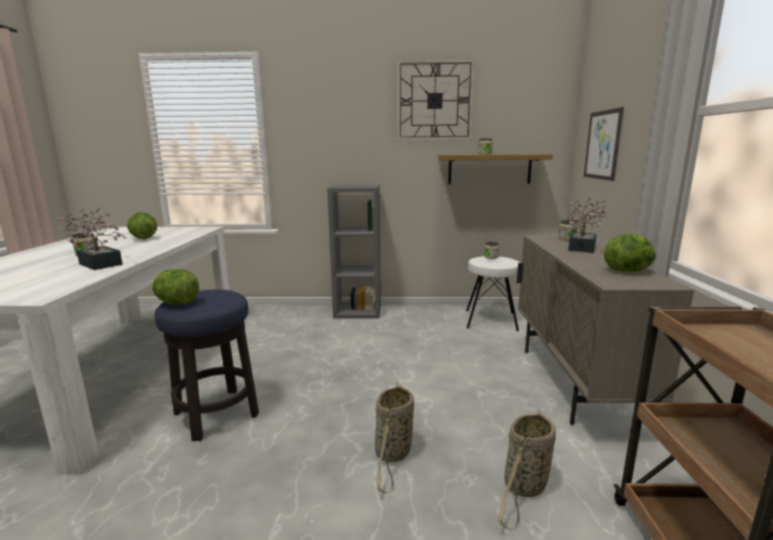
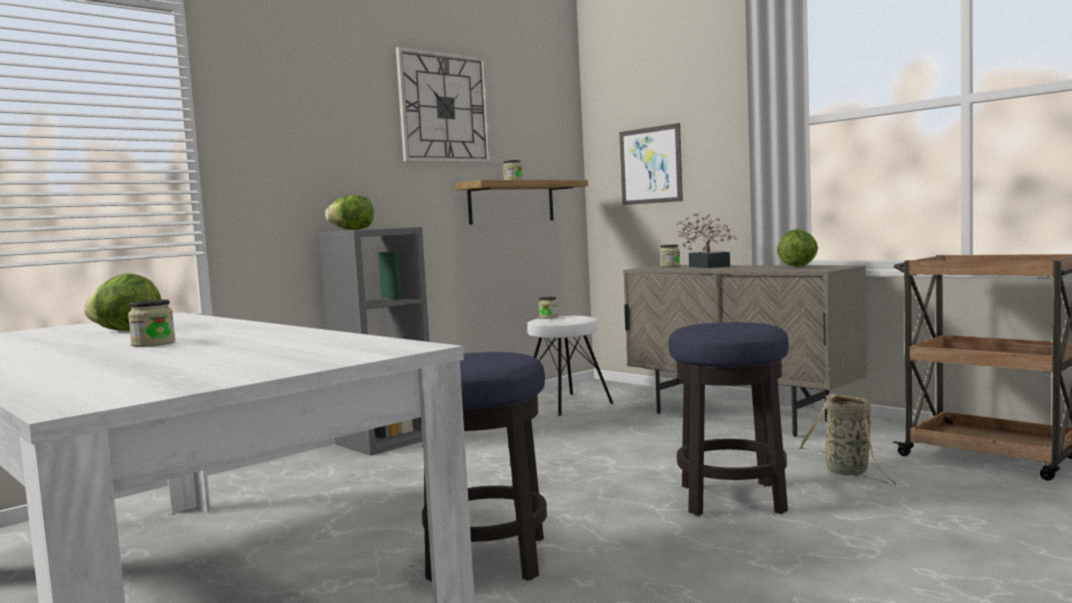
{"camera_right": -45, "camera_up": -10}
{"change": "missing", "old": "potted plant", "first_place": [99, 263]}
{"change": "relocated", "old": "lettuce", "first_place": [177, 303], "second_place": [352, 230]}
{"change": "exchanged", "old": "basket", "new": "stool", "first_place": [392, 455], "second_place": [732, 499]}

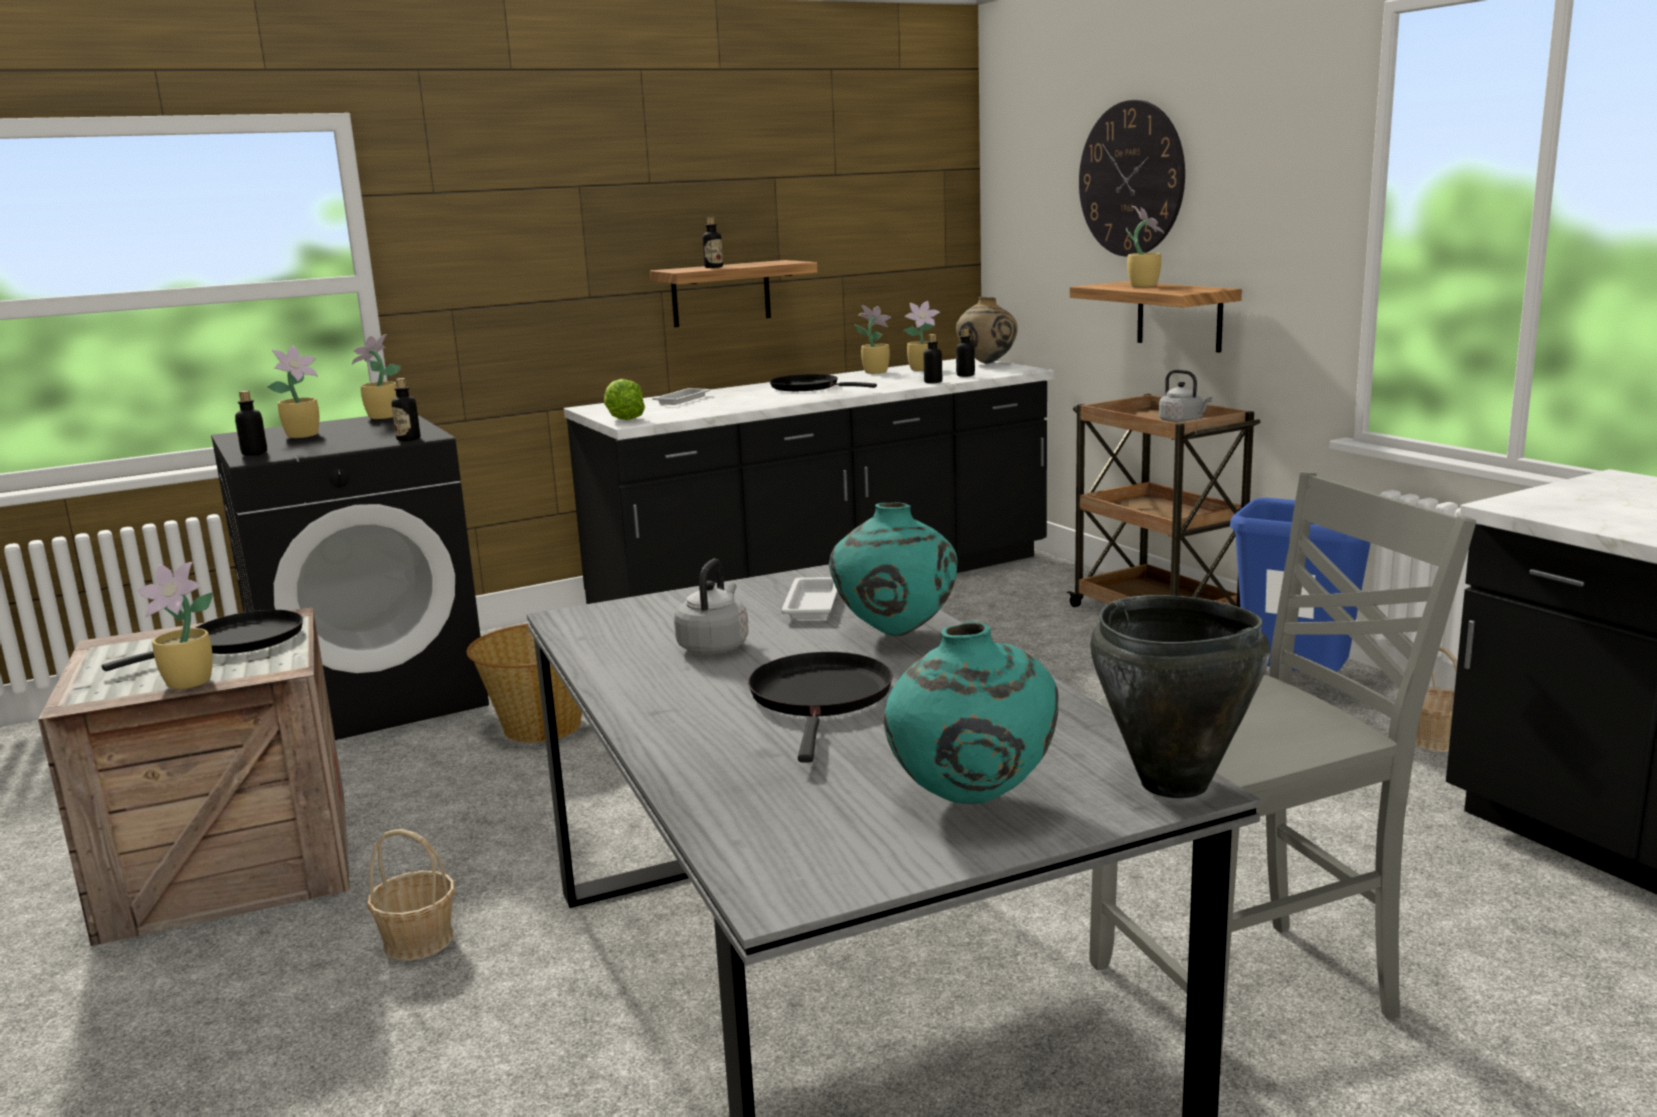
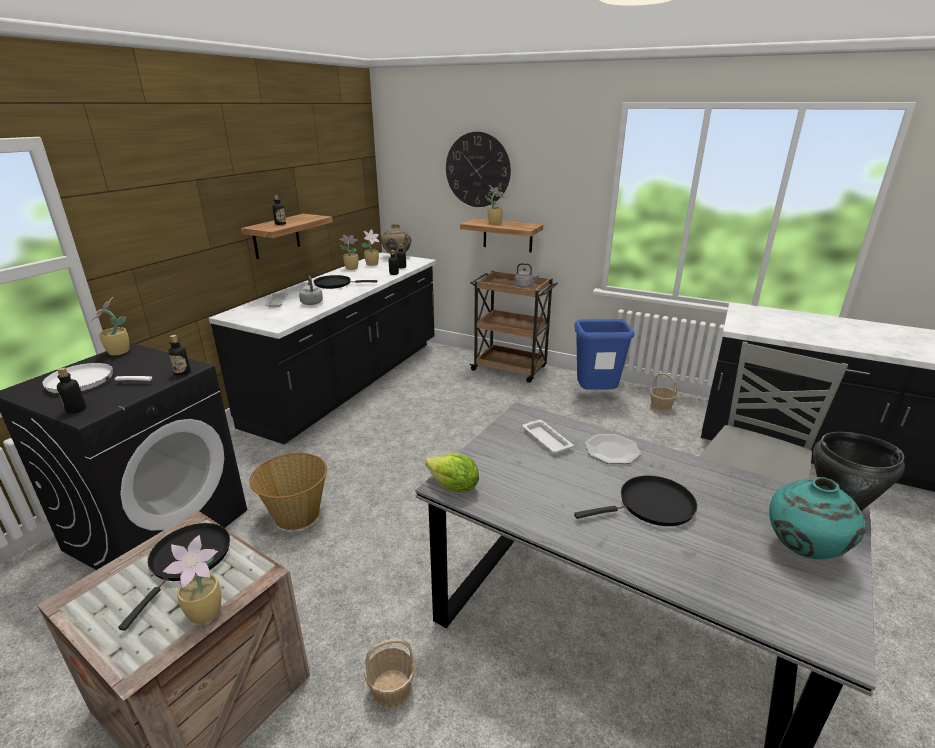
{"camera_right": -35, "camera_up": 10}
{"change": "exchanged", "old": "potted plant", "new": "white frying pan", "first_place": [304, 435], "second_place": [85, 382]}
{"change": "relocated", "old": "lettuce", "first_place": [624, 420], "second_place": [453, 487]}
{"change": "exchanged", "old": "turquoise vase", "new": "plate", "first_place": [894, 634], "second_place": [611, 450]}
{"change": "relocated", "old": "grey kettle", "first_place": [714, 646], "second_place": [311, 302]}
{"change": "spun", "old": "black frying pan", "first_place": [821, 698], "second_place": [651, 506], "degrees": 105}

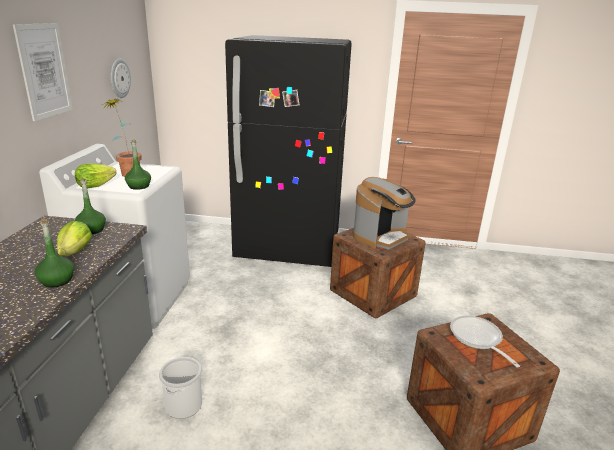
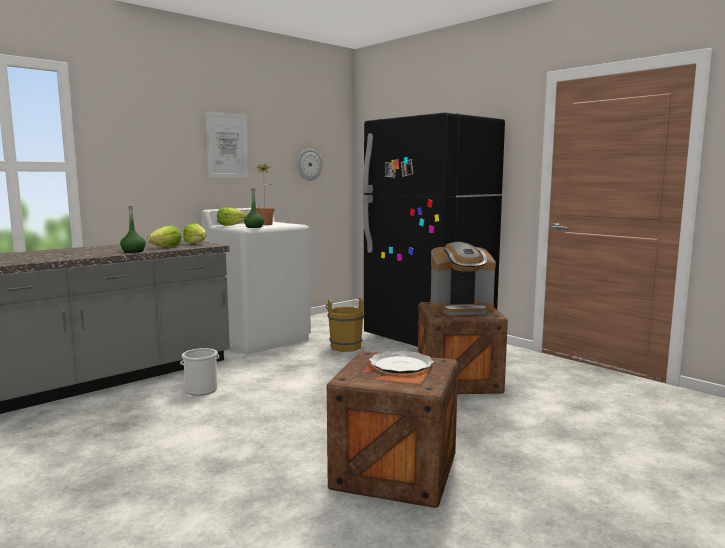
{"camera_right": 40, "camera_up": -15}
{"change": "exchanged", "old": "green bottle", "new": "lettuce", "first_place": [91, 230], "second_place": [196, 243]}
{"change": "exchanged", "old": "frying pan", "new": "plate", "first_place": [477, 339], "second_place": [400, 365]}
{"change": "appeared", "new": "brown bucket", "second_place": [345, 346]}

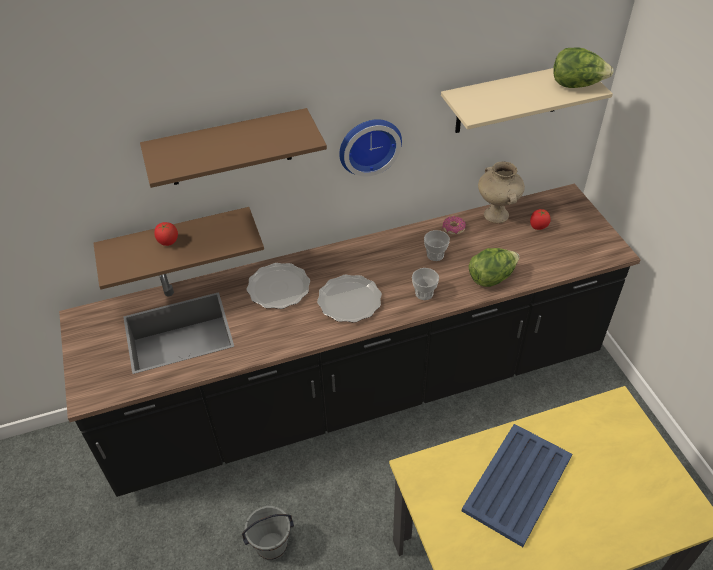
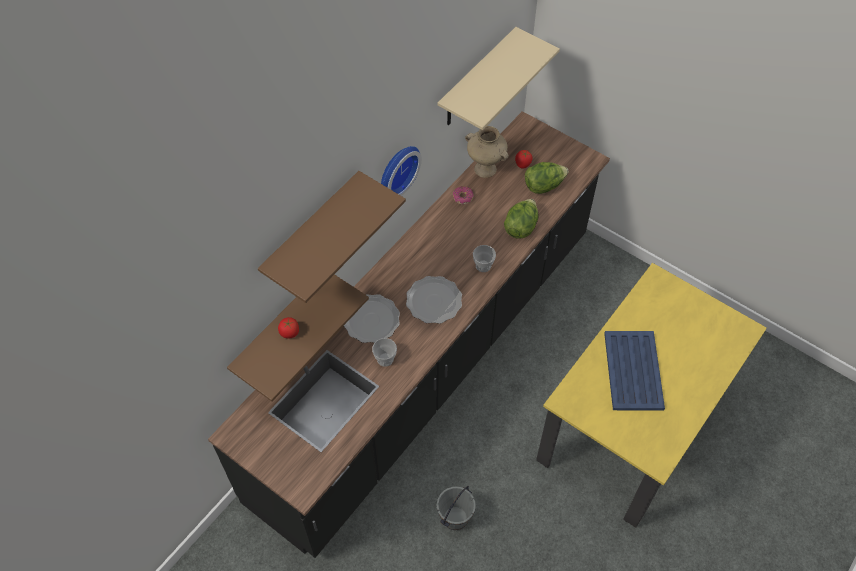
{"camera_right": -35, "camera_up": 10}
{"change": "relocated", "old": "lettuce", "first_place": [576, 85], "second_place": [544, 186]}
{"change": "relocated", "old": "cup", "first_place": [435, 255], "second_place": [385, 359]}

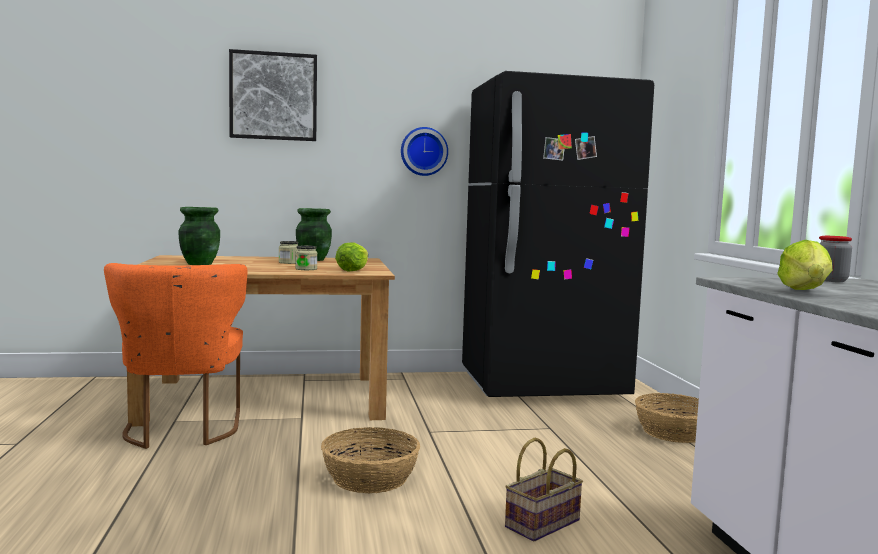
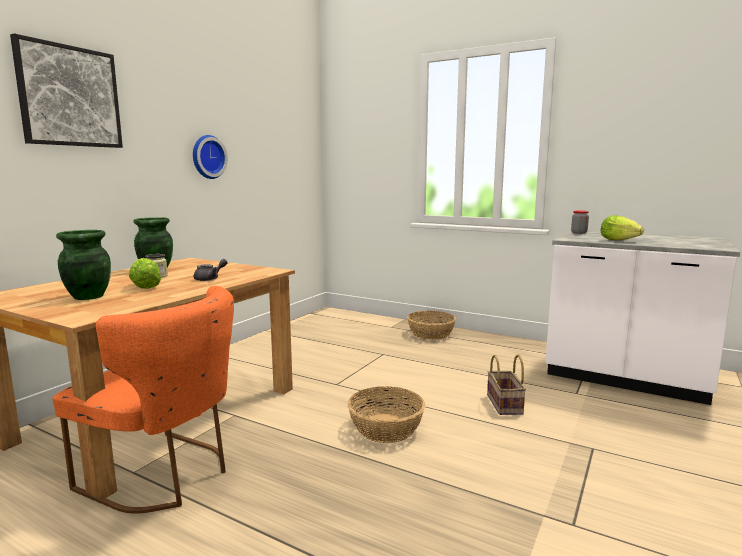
{"camera_right": -50, "camera_up": 5}
{"change": "missing", "old": "black fridge", "first_place": [542, 386]}
{"change": "relocated", "old": "lettuce", "first_place": [352, 270], "second_place": [145, 286]}
{"change": "exchanged", "old": "jar", "new": "grey teapot", "first_place": [306, 269], "second_place": [210, 279]}

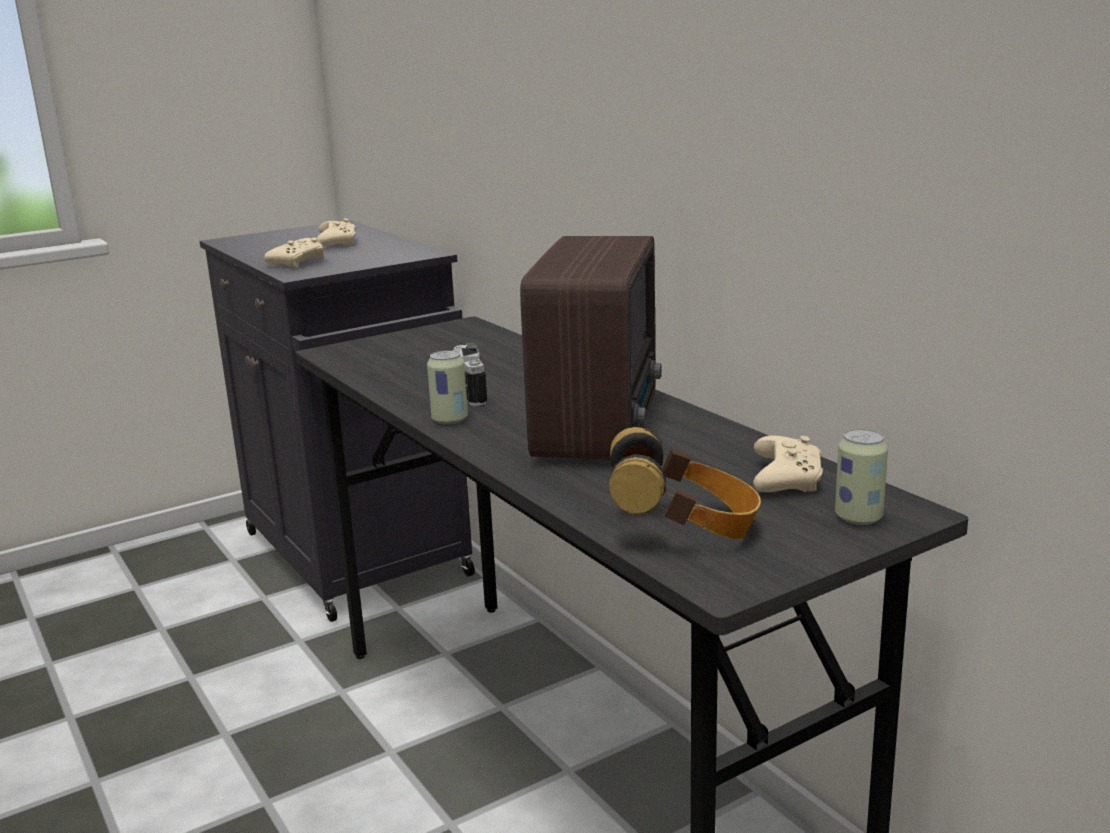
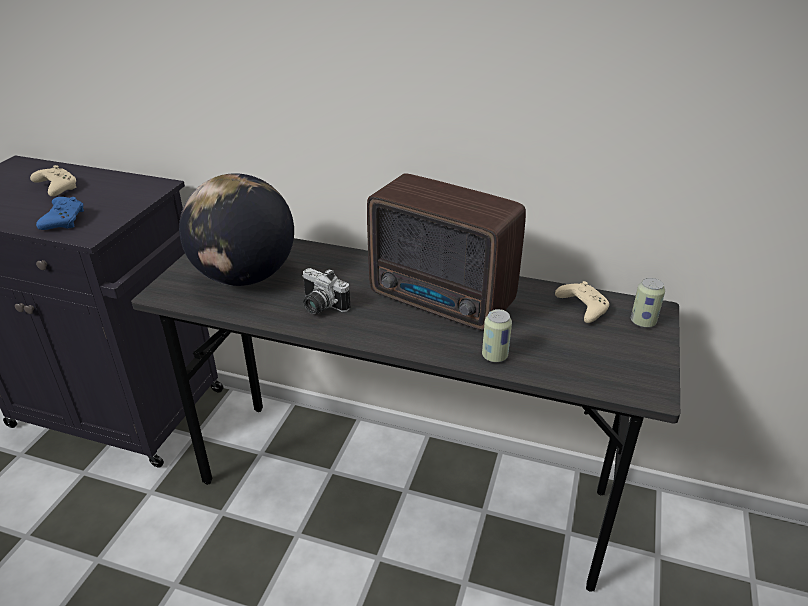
{"camera_right": -40, "camera_up": 15}
{"change": "spun", "old": "radio", "first_place": [602, 426], "second_place": [443, 302], "degrees": 150}
{"change": "colour", "old": "beige game controller", "new": "blue game controller", "first_place": [299, 262], "second_place": [64, 220]}
{"change": "relocated", "old": "can", "first_place": [449, 419], "second_place": [494, 356]}
{"change": "missing", "old": "headphones", "first_place": [685, 530]}
{"change": "appeared", "new": "globe", "second_place": [245, 276]}

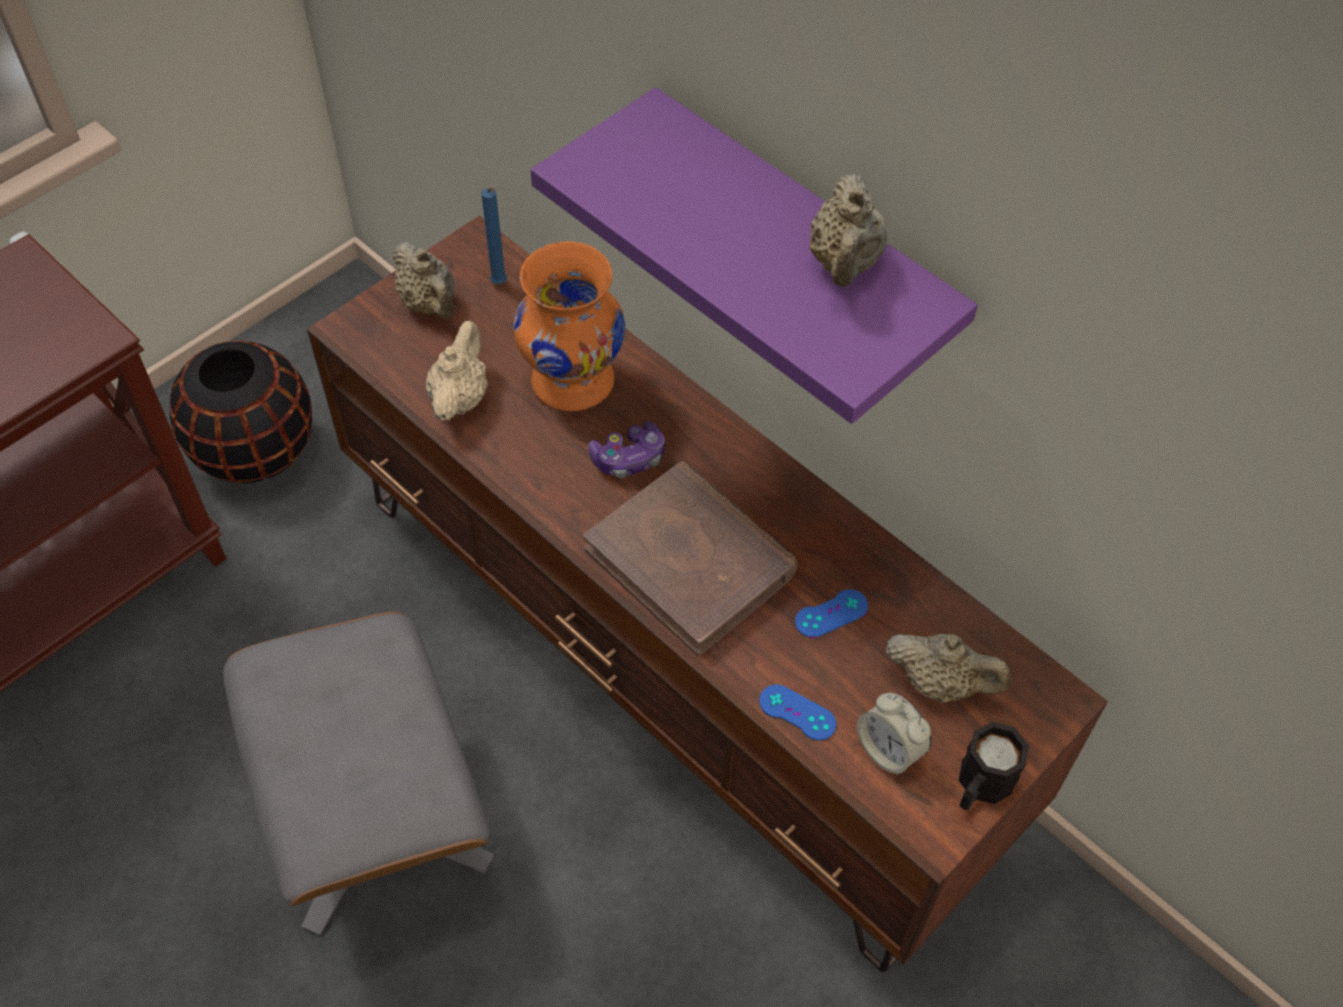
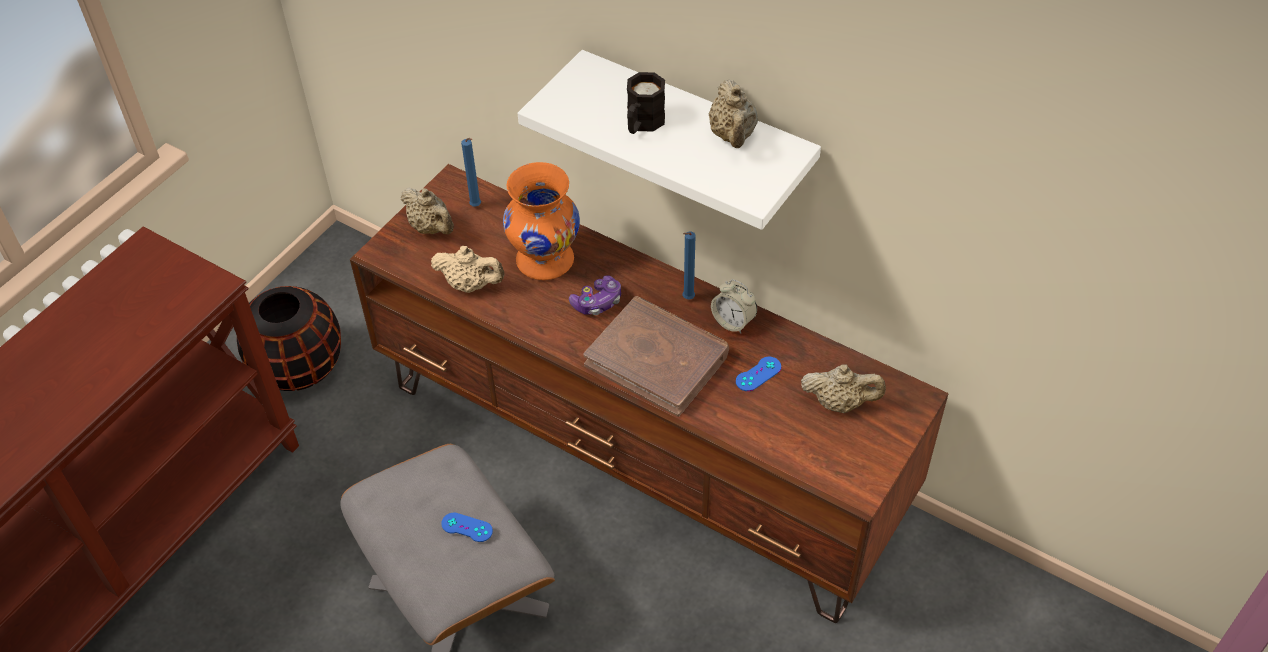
{"camera_right": -10, "camera_up": -5}
{"change": "colour", "old": "purple shelf", "new": "white shelf", "first_place": [801, 242], "second_place": [696, 132]}
{"change": "spun", "old": "beige teapot", "first_place": [460, 398], "second_place": [470, 285], "degrees": 105}
{"change": "relocated", "old": "blue game controller", "first_place": [797, 712], "second_place": [467, 527]}
{"change": "relocated", "old": "alarm clock", "first_place": [889, 750], "second_place": [733, 322]}
{"change": "relocated", "old": "black mug", "first_place": [980, 786], "second_place": [642, 124]}
{"change": "appeared", "new": "blue candle", "second_place": [687, 299]}

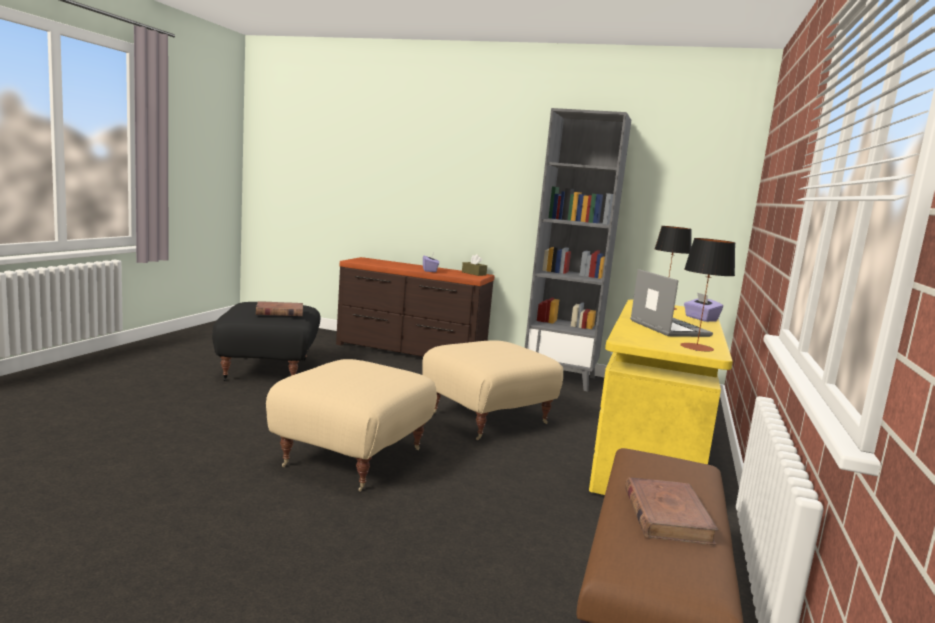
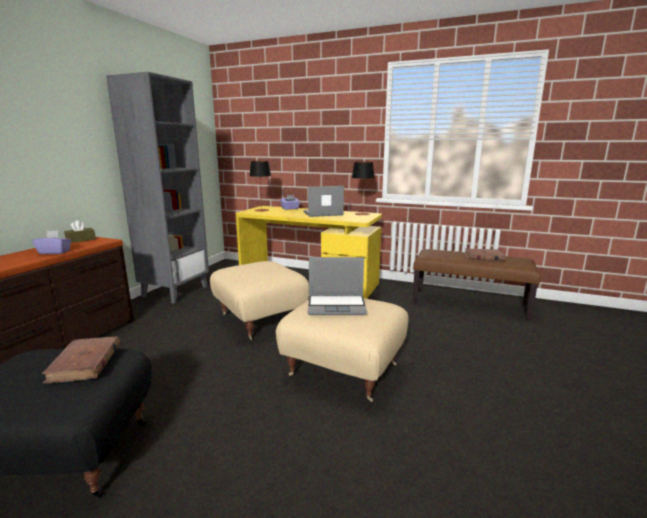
{"camera_right": -85, "camera_up": 5}
{"change": "appeared", "new": "laptop", "second_place": [337, 306]}

